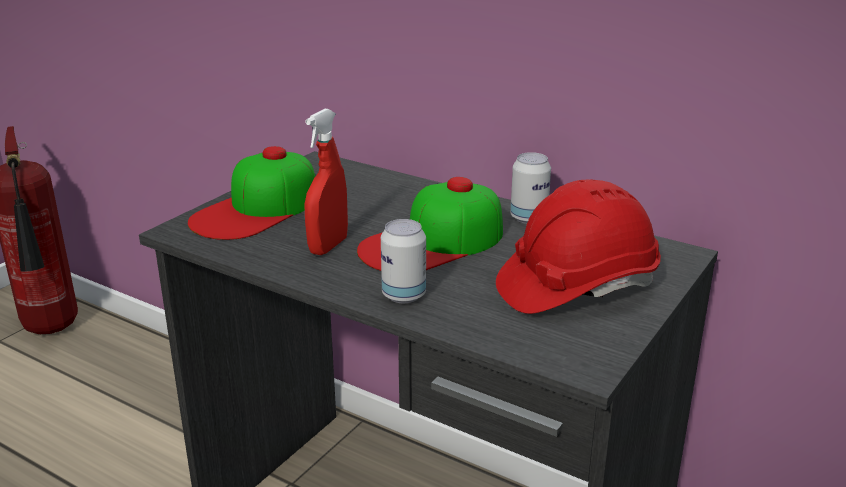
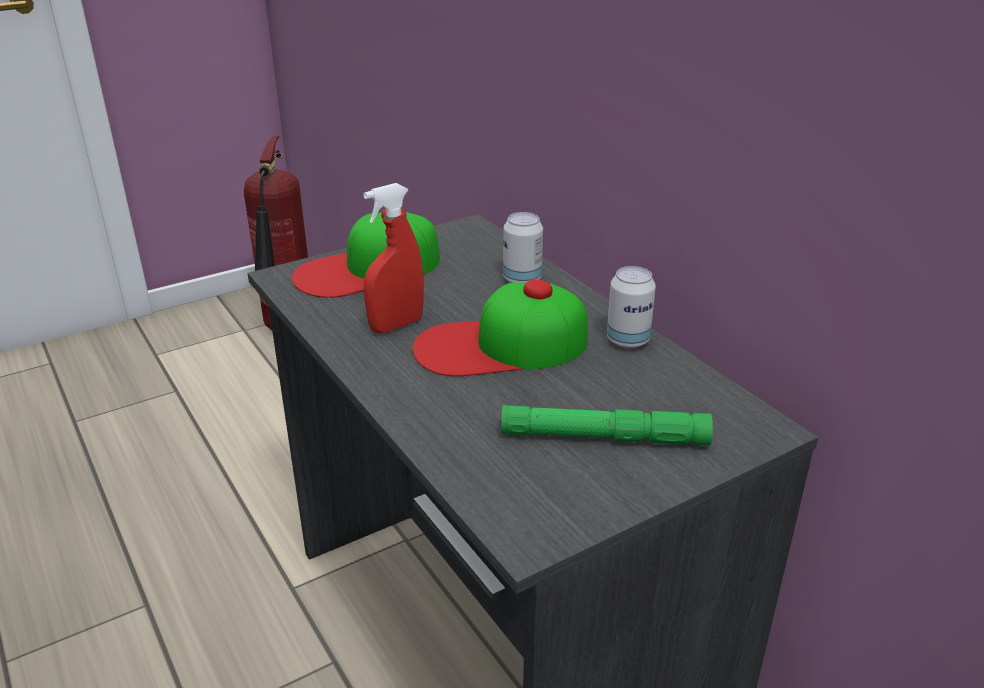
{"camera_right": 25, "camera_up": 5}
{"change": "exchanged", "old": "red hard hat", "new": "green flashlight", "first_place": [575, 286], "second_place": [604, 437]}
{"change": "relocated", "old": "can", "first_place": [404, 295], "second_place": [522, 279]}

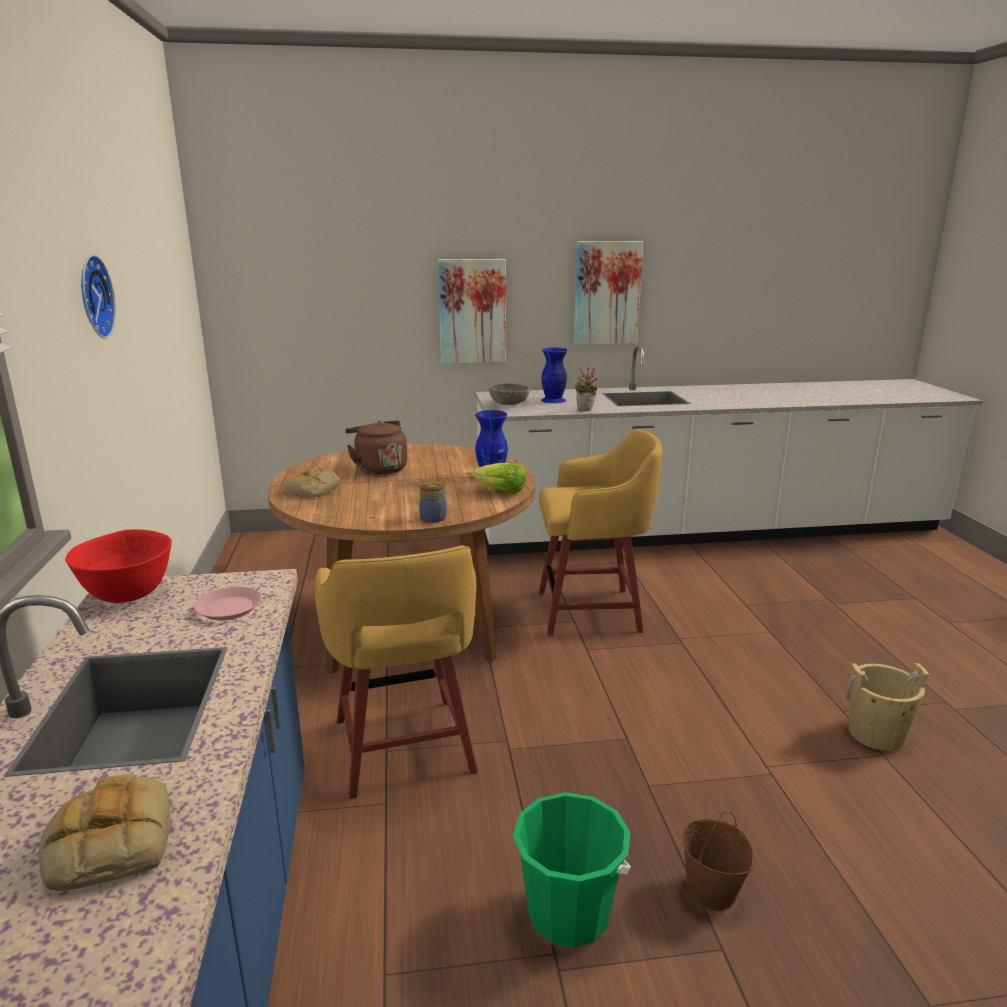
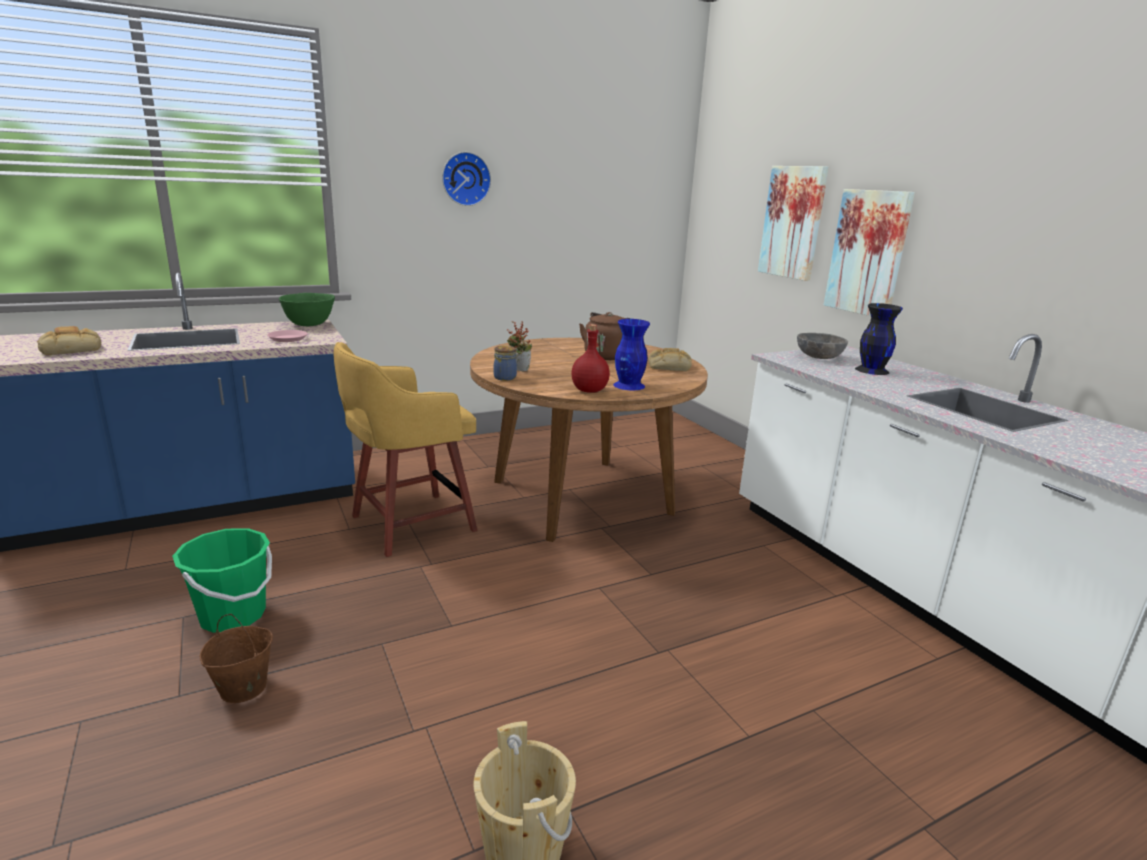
{"camera_right": 70, "camera_up": 0}
{"change": "relocated", "old": "picture", "first_place": [607, 293], "second_place": [793, 222]}
{"change": "colour", "old": "blue vase", "new": "black vase", "first_place": [553, 400], "second_place": [871, 370]}
{"change": "relocated", "old": "potted plant", "first_place": [585, 411], "second_place": [518, 370]}
{"change": "missing", "old": "yellow stool", "first_place": [593, 611]}
{"change": "exchanged", "old": "lettuce", "new": "red bottle", "first_place": [500, 491], "second_place": [589, 391]}
{"change": "relocated", "old": "bread", "first_place": [313, 489], "second_place": [668, 366]}
{"change": "colour", "old": "red bowl", "new": "green bowl", "first_place": [128, 593], "second_place": [309, 324]}

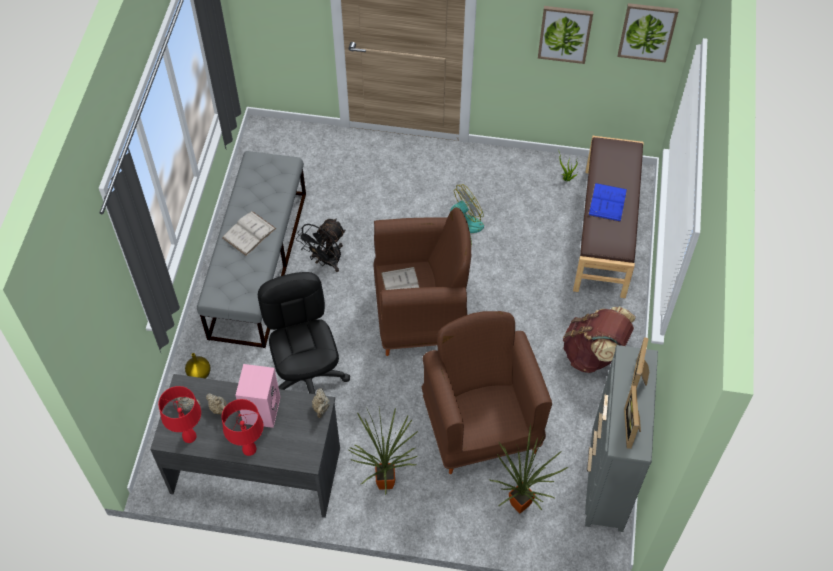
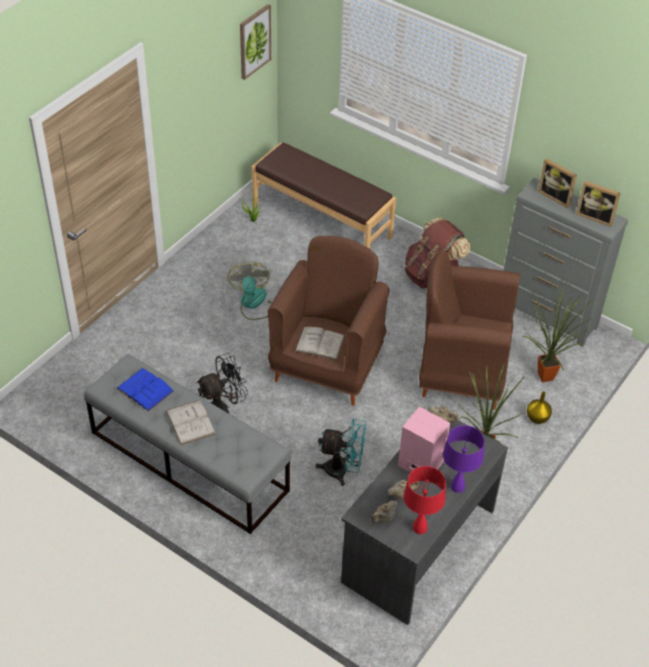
{"camera_right": -65, "camera_up": -10}
{"change": "missing", "old": "picture", "first_place": [565, 33]}
{"change": "relocated", "old": "blue book", "first_place": [607, 202], "second_place": [145, 389]}
{"change": "spun", "old": "black fan", "first_place": [326, 261], "second_place": [223, 409], "degrees": -90}
{"change": "exchanged", "old": "black office chair", "new": "turquoise fan", "first_place": [307, 378], "second_place": [342, 471]}
{"change": "relocated", "old": "yellow vase", "first_place": [199, 373], "second_place": [536, 418]}
{"change": "colour", "old": "red table lamp", "new": "purple table lamp", "first_place": [249, 449], "second_place": [458, 486]}

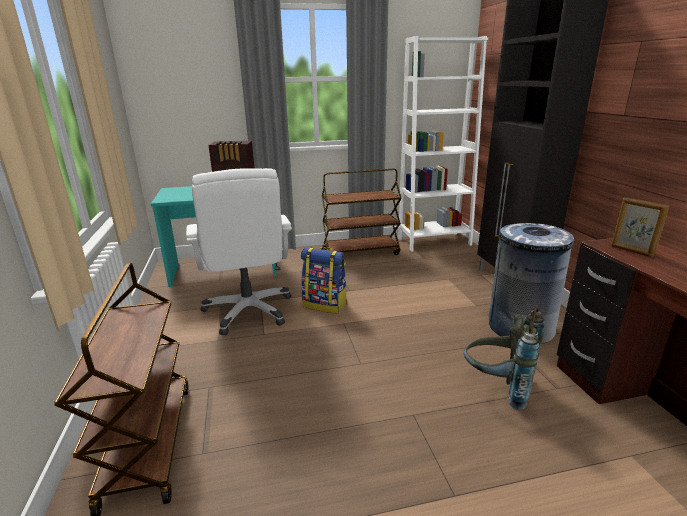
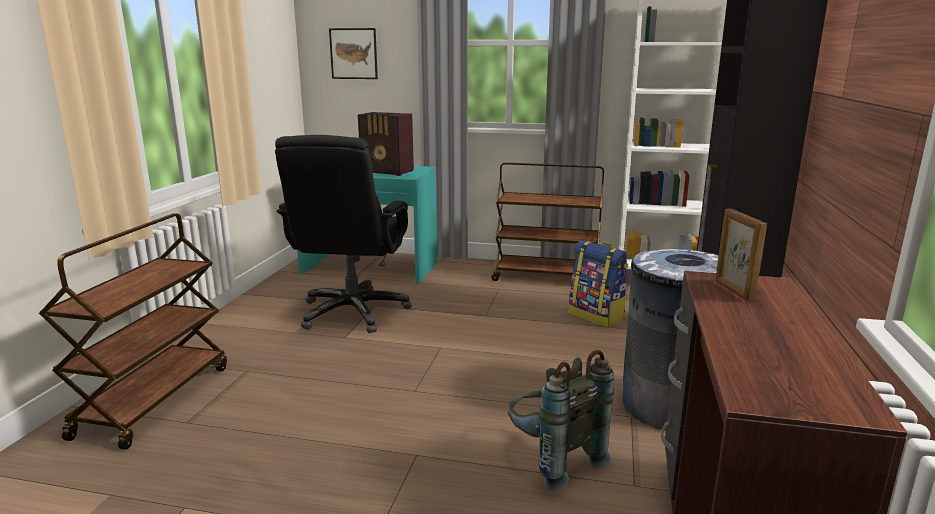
{"camera_right": 25, "camera_up": -5}
{"change": "colour", "old": "white office chair", "new": "black office chair", "first_place": [249, 311], "second_place": [353, 312]}
{"change": "relocated", "old": "backpack", "first_place": [325, 304], "second_place": [597, 316]}
{"change": "appeared", "new": "picture", "second_place": [353, 53]}

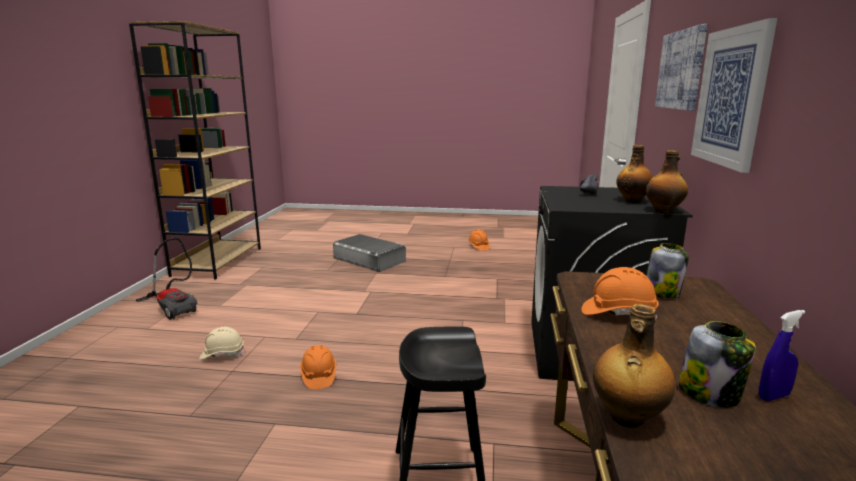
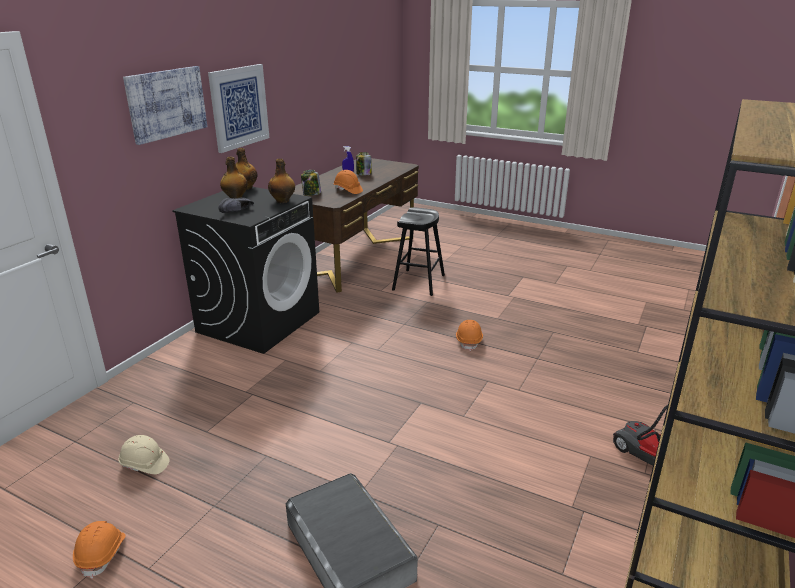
{"camera_right": -160, "camera_up": 10}
{"change": "relocated", "old": "bottle", "first_place": [627, 417], "second_place": [283, 201]}
{"change": "relocated", "old": "beige hard hat", "first_place": [222, 354], "second_place": [144, 464]}

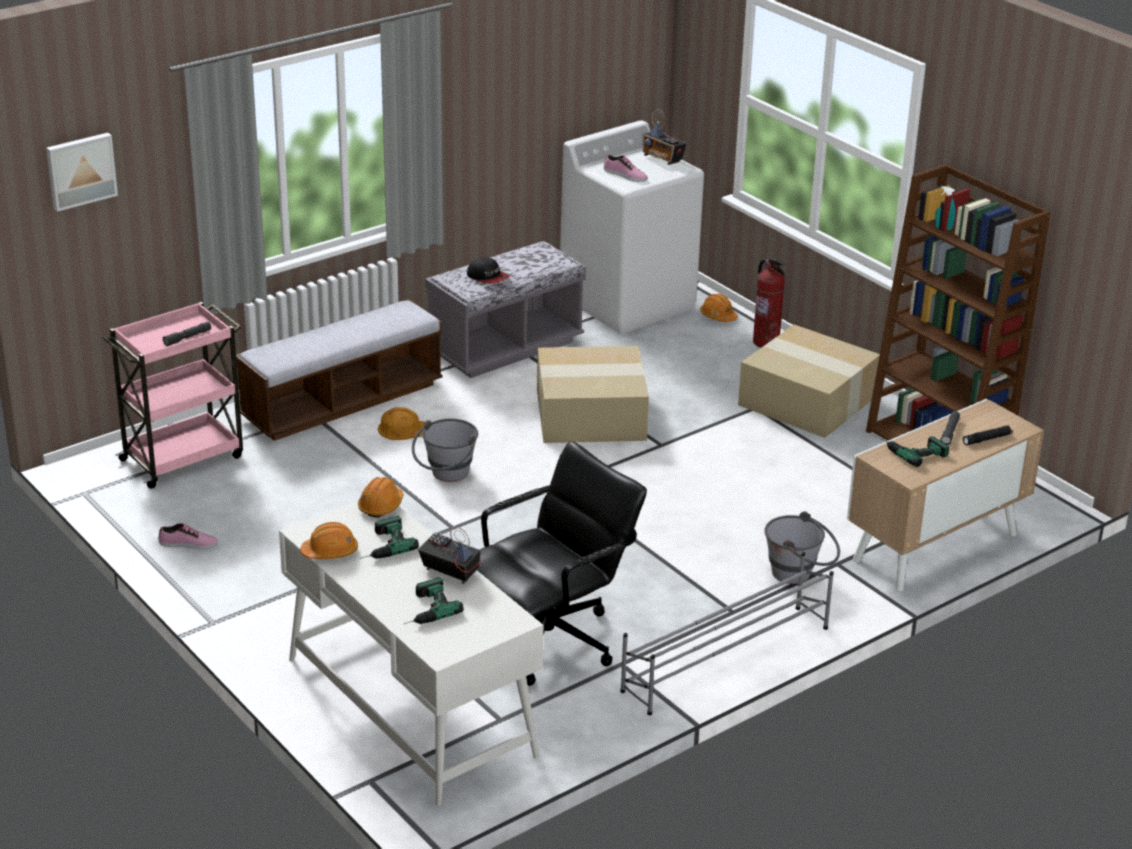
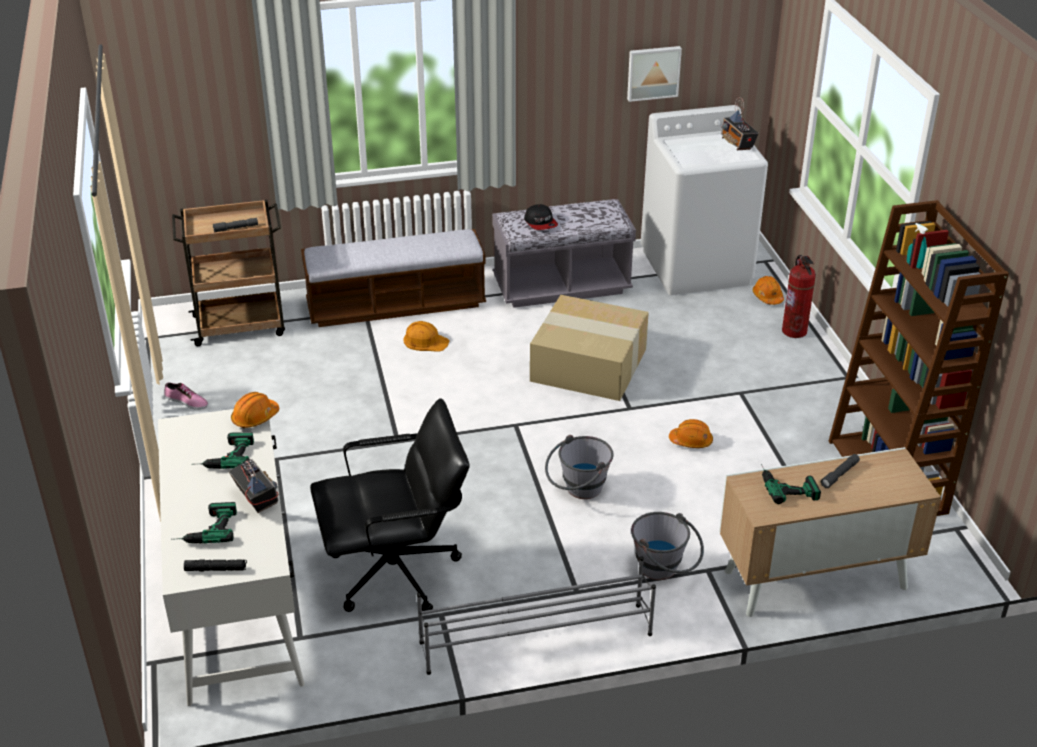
{"camera_right": 25, "camera_up": 5}
{"change": "relocated", "old": "picture", "first_place": [80, 170], "second_place": [653, 72]}
{"change": "missing", "old": "shoe", "first_place": [625, 175]}
{"change": "colour", "old": "pink cart", "new": "brown cart", "first_place": [184, 457], "second_place": [241, 325]}
{"change": "missing", "old": "cardboard box", "first_place": [809, 401]}
{"change": "relocated", "old": "grey bucket", "first_place": [446, 476], "second_place": [578, 491]}
{"change": "relocated", "old": "black flashlight", "first_place": [987, 439], "second_place": [216, 569]}
{"change": "relocated", "old": "orange hard hat", "first_place": [330, 552], "second_place": [691, 441]}

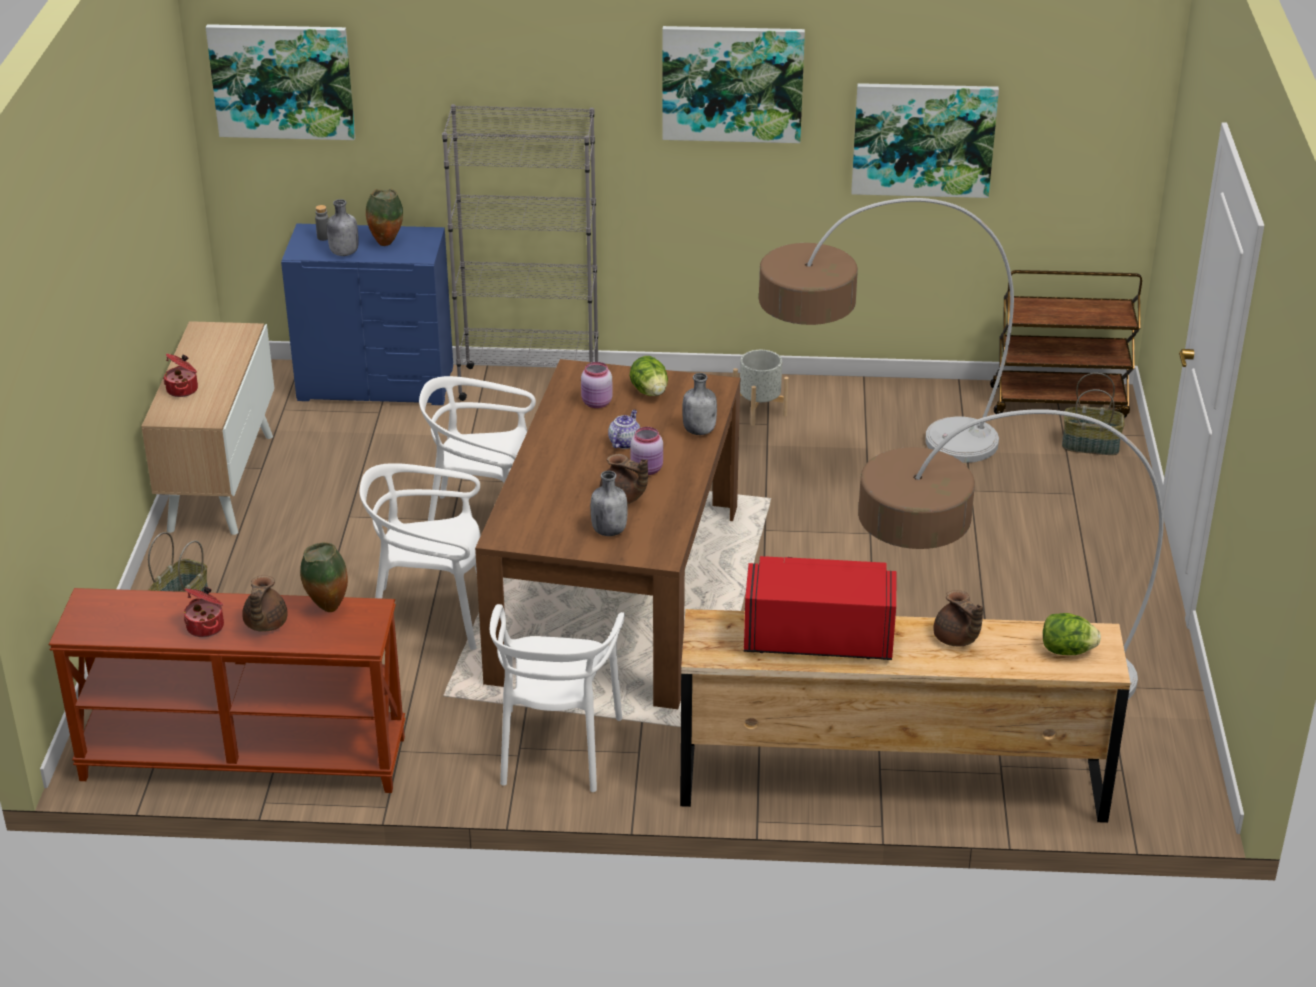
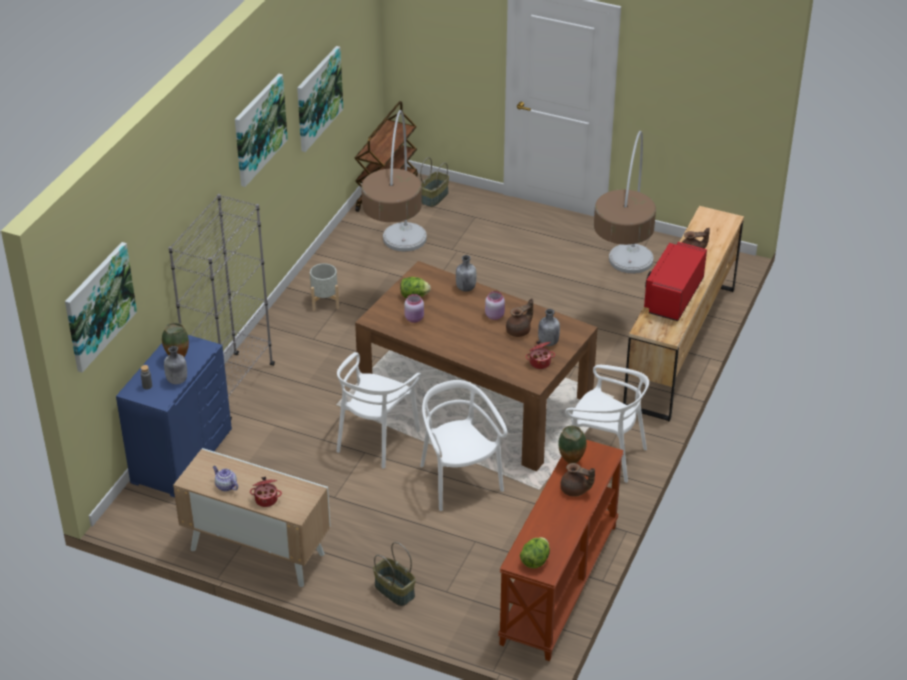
{"camera_right": -70, "camera_up": 5}
{"change": "relocated", "old": "teapot", "first_place": [624, 442], "second_place": [225, 486]}
{"change": "spun", "old": "white chair", "first_place": [430, 615], "second_place": [459, 480], "degrees": 135}
{"change": "relocated", "old": "cooking pot", "first_place": [206, 626], "second_place": [540, 362]}
{"change": "relocated", "old": "lettuce", "first_place": [1066, 650], "second_place": [535, 561]}

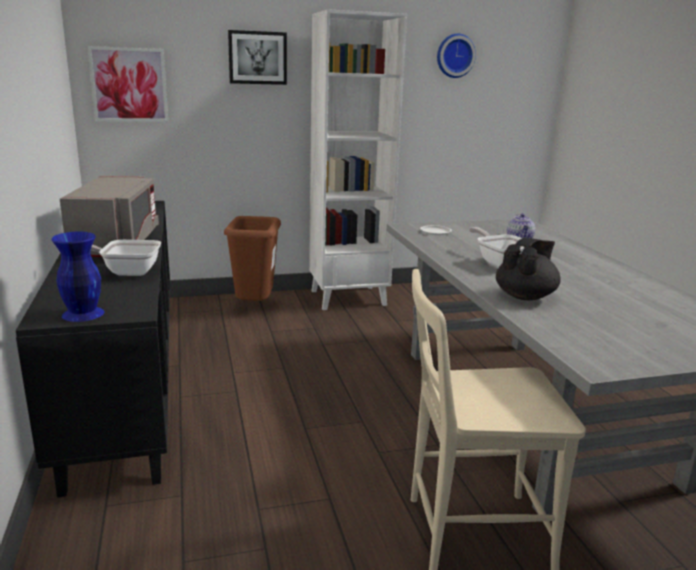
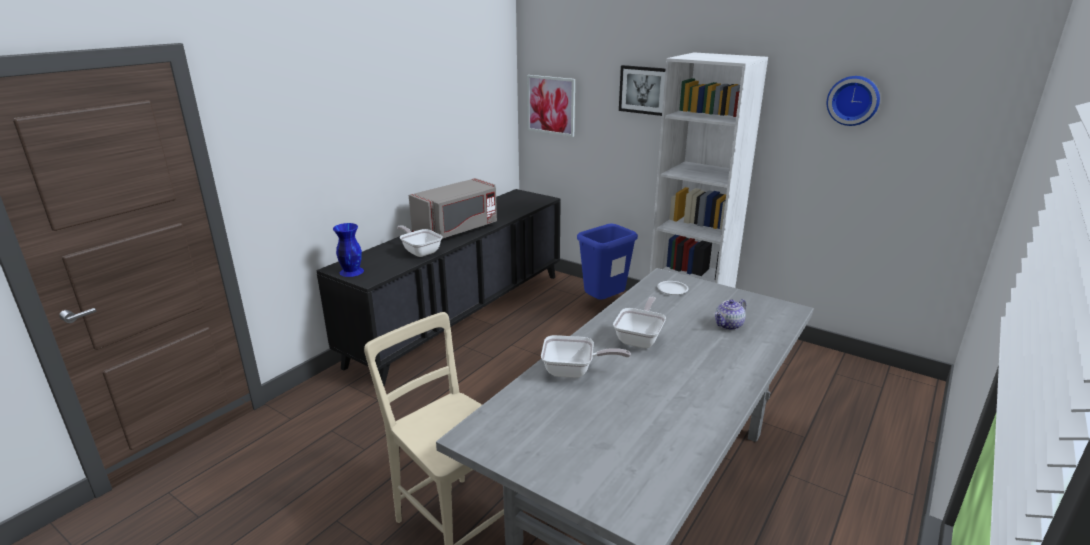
{"camera_right": 50, "camera_up": 5}
{"change": "colour", "old": "brown trash can", "new": "blue trash can", "first_place": [255, 307], "second_place": [604, 303]}
{"change": "exchanged", "old": "black teapot", "new": "frying pan", "first_place": [525, 296], "second_place": [574, 371]}

